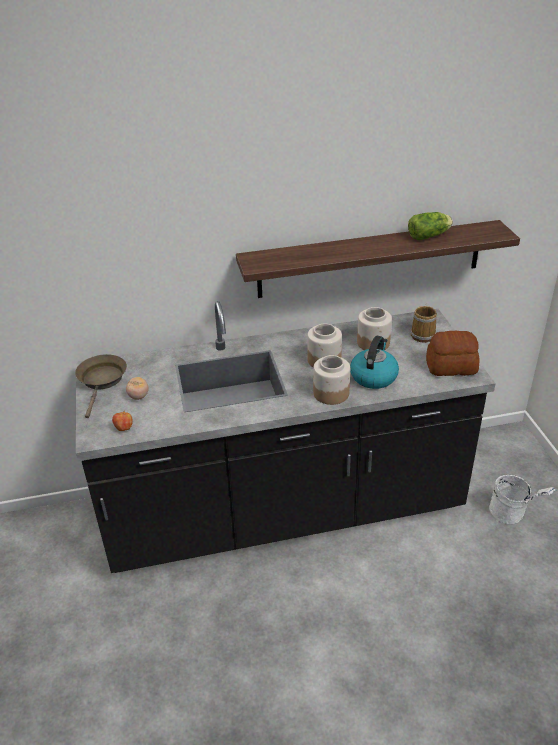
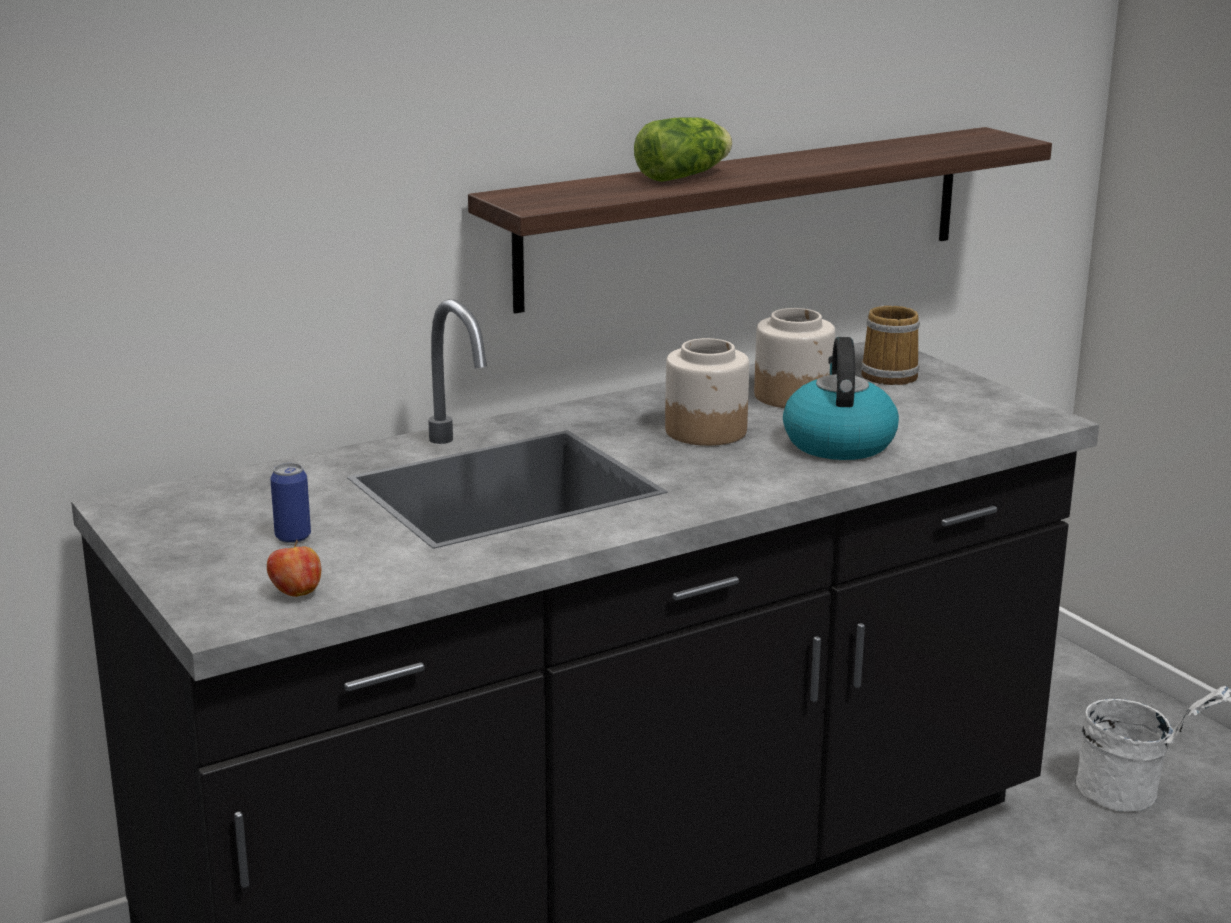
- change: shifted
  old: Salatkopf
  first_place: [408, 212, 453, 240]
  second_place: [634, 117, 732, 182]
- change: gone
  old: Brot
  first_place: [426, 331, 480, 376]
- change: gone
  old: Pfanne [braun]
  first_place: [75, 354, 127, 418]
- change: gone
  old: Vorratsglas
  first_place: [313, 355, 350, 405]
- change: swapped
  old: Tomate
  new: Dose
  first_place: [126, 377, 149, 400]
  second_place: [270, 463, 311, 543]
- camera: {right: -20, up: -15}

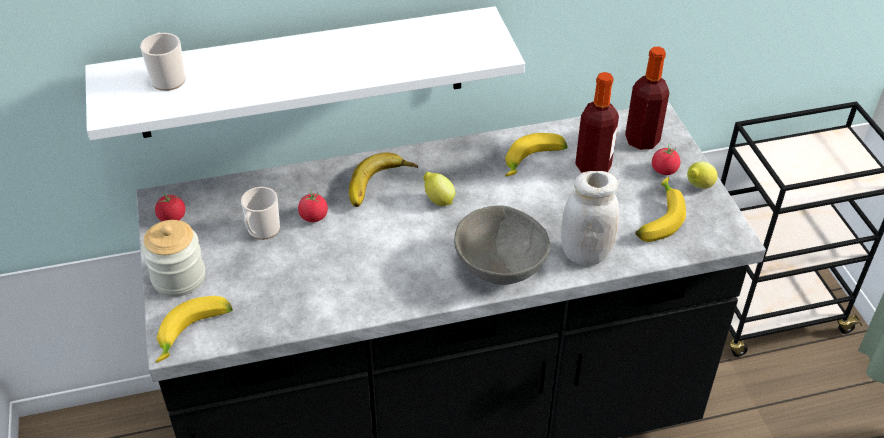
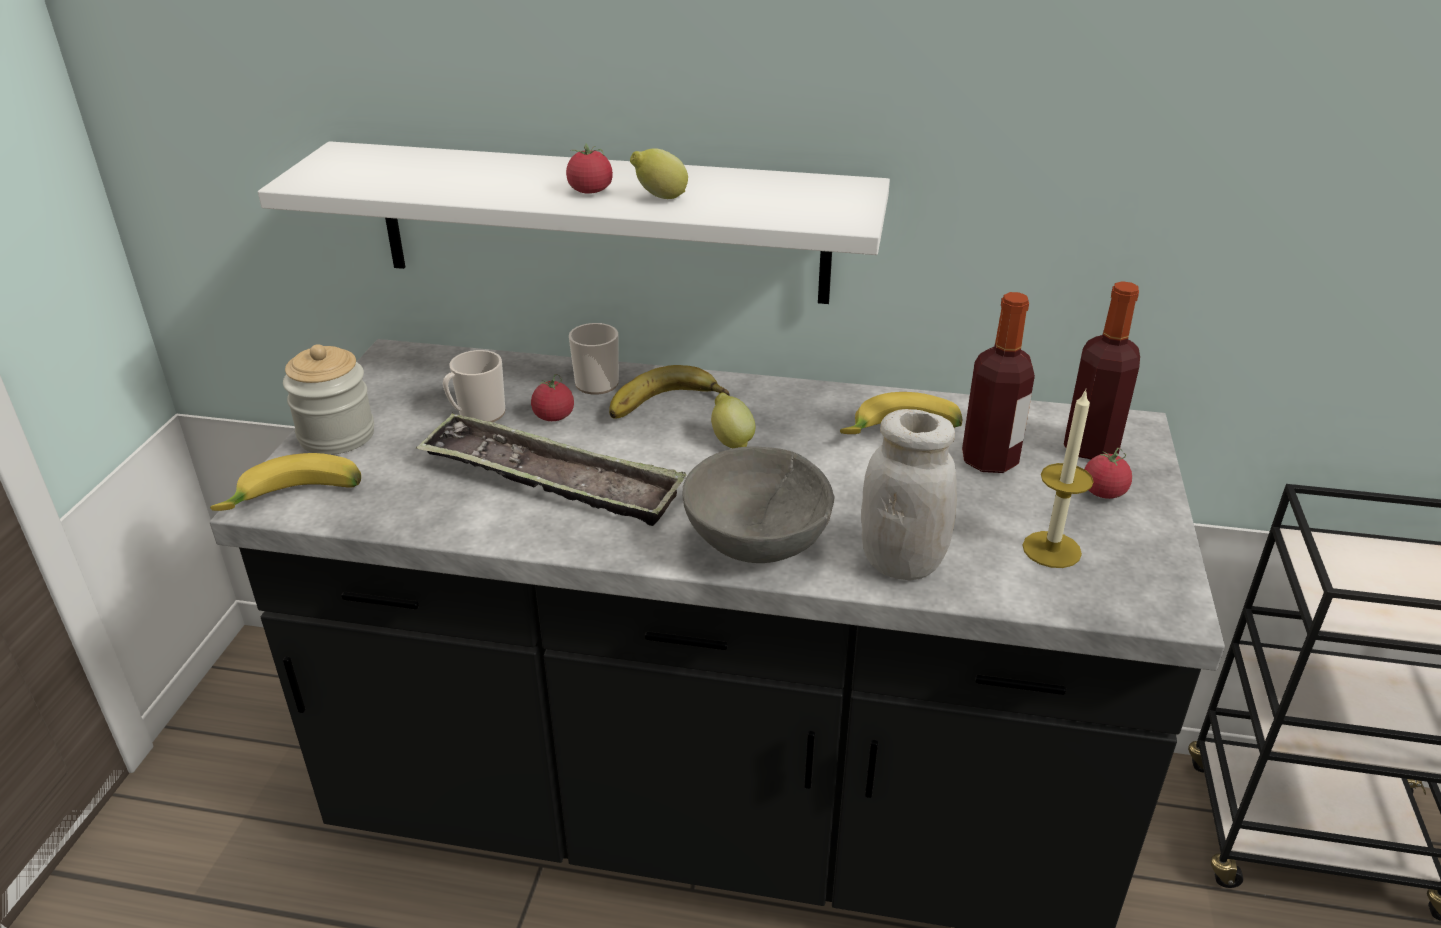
- change: shifted
  old: Henkelbecher
  first_place: [140, 32, 186, 91]
  second_place: [569, 323, 619, 395]
- change: shifted
  old: Zitrone
  first_place: [687, 162, 718, 189]
  second_place: [630, 148, 688, 199]
- change: swapped
  old: Banane
  new: Kerze
  first_place: [635, 177, 686, 242]
  second_place: [1023, 389, 1094, 568]
- change: shifted
  old: Tomate
  first_place: [155, 193, 185, 221]
  second_place: [566, 143, 613, 194]
- change: new
  new: Tablett
  second_place: [416, 413, 686, 526]
- camera: {right: 25, up: -10}

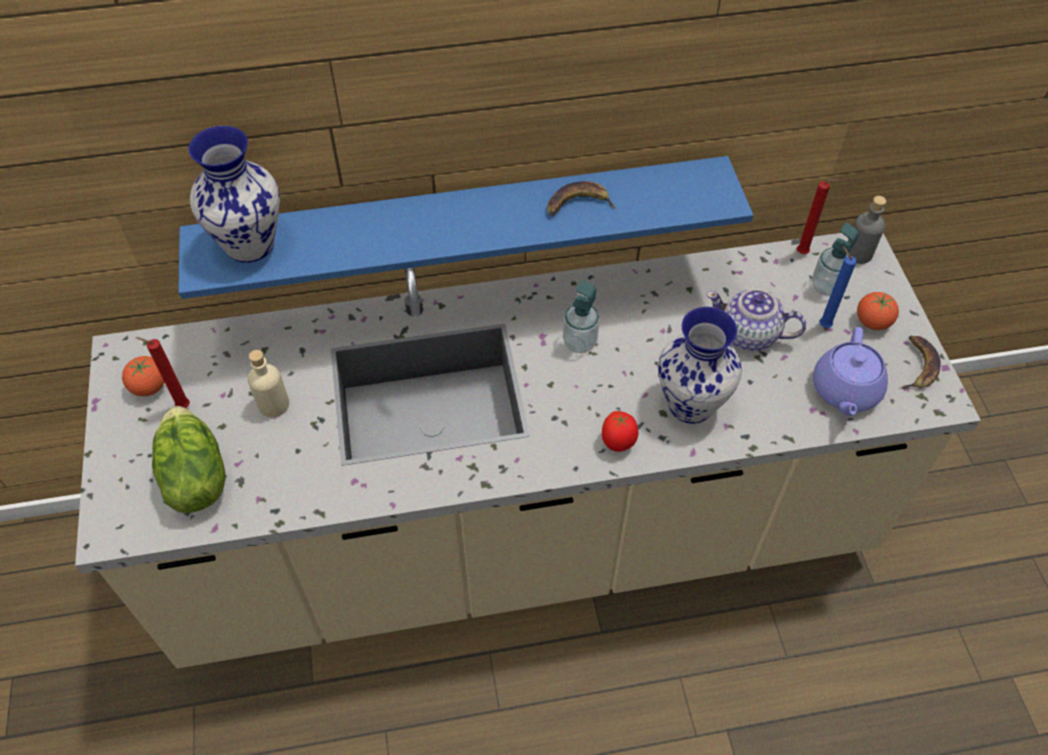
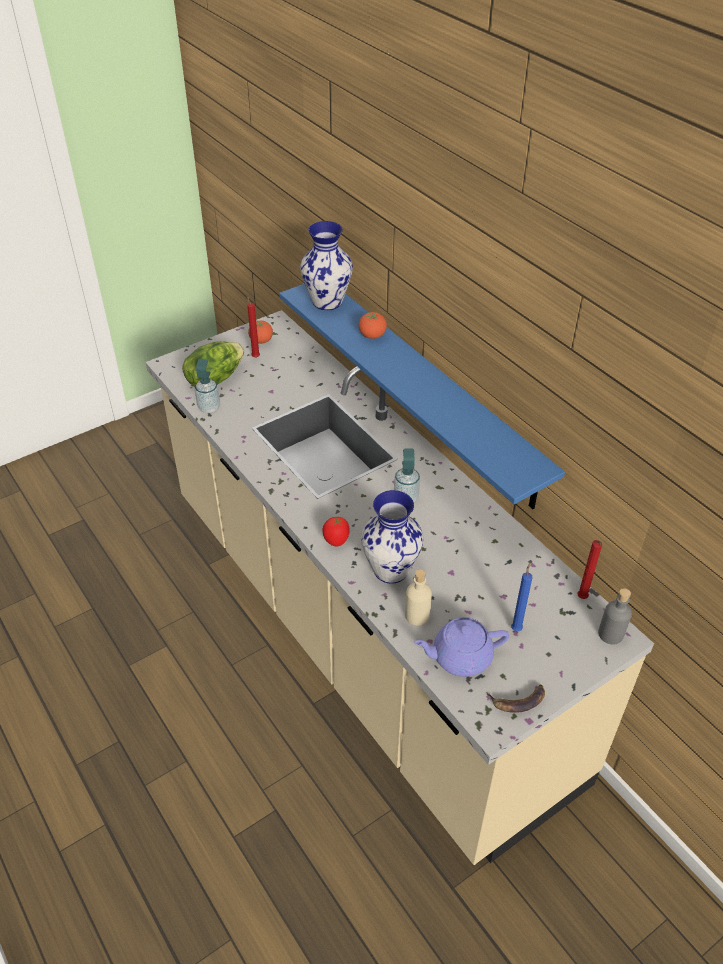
- change: gone
  old: Banane
  first_place: [547, 181, 616, 216]
- change: shifted
  old: Seifenspender
  first_place: [812, 223, 859, 296]
  second_place: [195, 359, 220, 413]
- change: gone
  old: Teekanne
  first_place: [706, 289, 806, 351]
- change: shifted
  old: Tomate
  first_place: [857, 292, 899, 330]
  second_place: [358, 312, 387, 339]
- change: shifted
  old: Flasche [beige]
  first_place: [248, 350, 289, 417]
  second_place: [405, 569, 432, 626]
- camera: {right: 65, up: -10}

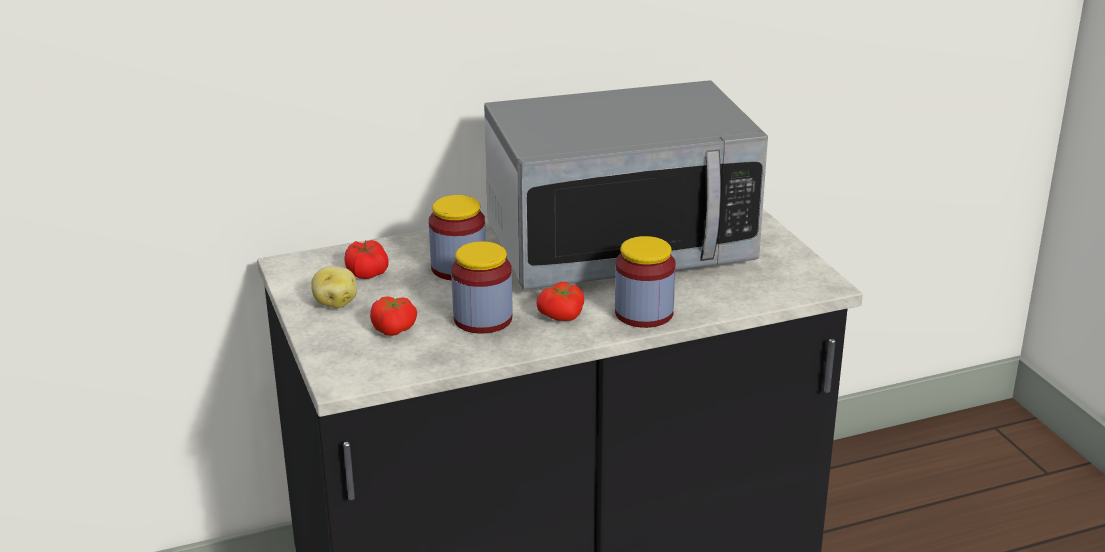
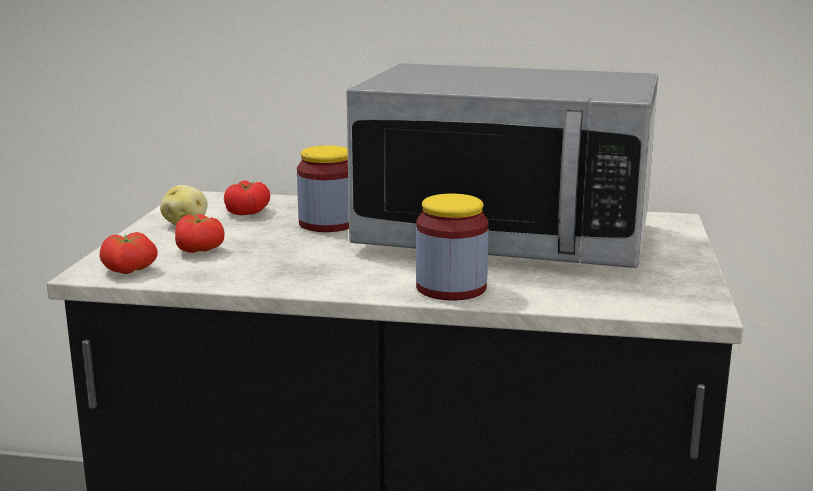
- change: gone
  old: Vorratsglas
  first_place: [451, 241, 513, 334]
- change: shifted
  old: Tomate
  first_place: [536, 282, 584, 321]
  second_place: [99, 232, 158, 274]
- camera: {right: 30, up: -10}

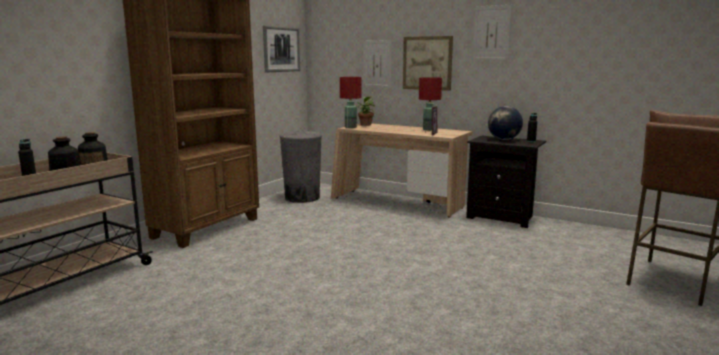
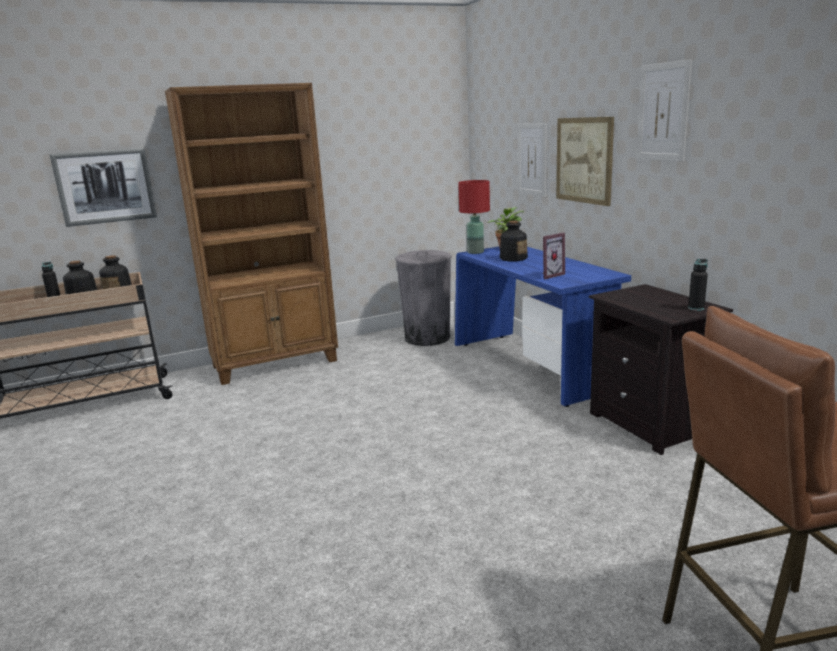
- change: shifted
  old: Bild
  first_place: [263, 25, 300, 72]
  second_place: [49, 148, 157, 227]
- change: gone
  old: Tischlampe [rot]
  first_place: [419, 77, 442, 131]
- change: gone
  old: Globus
  first_place: [488, 106, 523, 140]
- change: repainted
  old: Schreibtisch [beige]
  new: Schreibtisch [blau]
  first_place: [331, 123, 472, 218]
  second_place: [455, 247, 631, 407]
- change: new
  new: Flasche
  second_place: [500, 221, 528, 261]
- camera: {right: 35, up: 5}

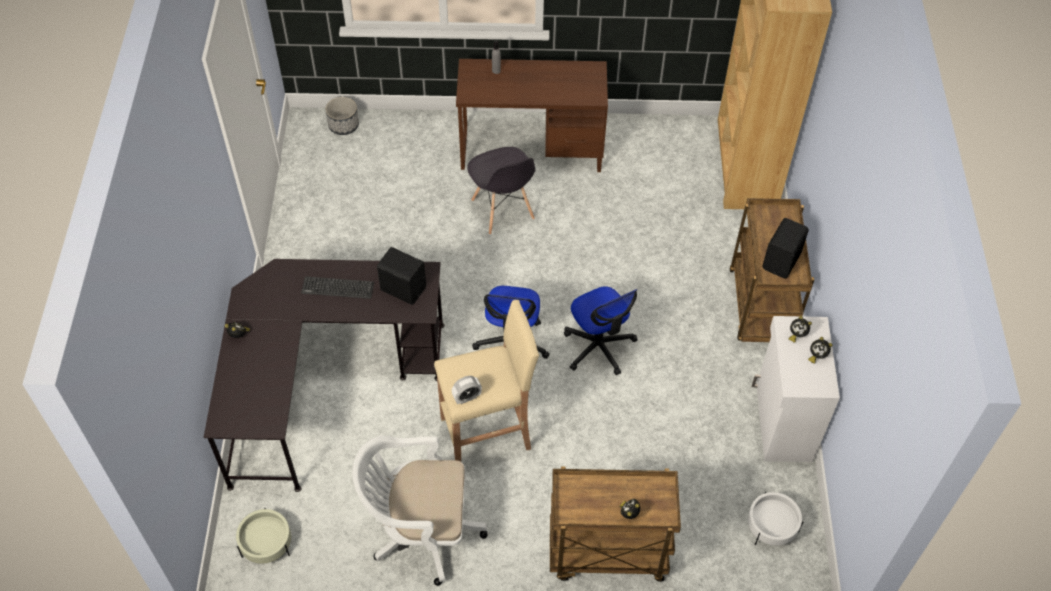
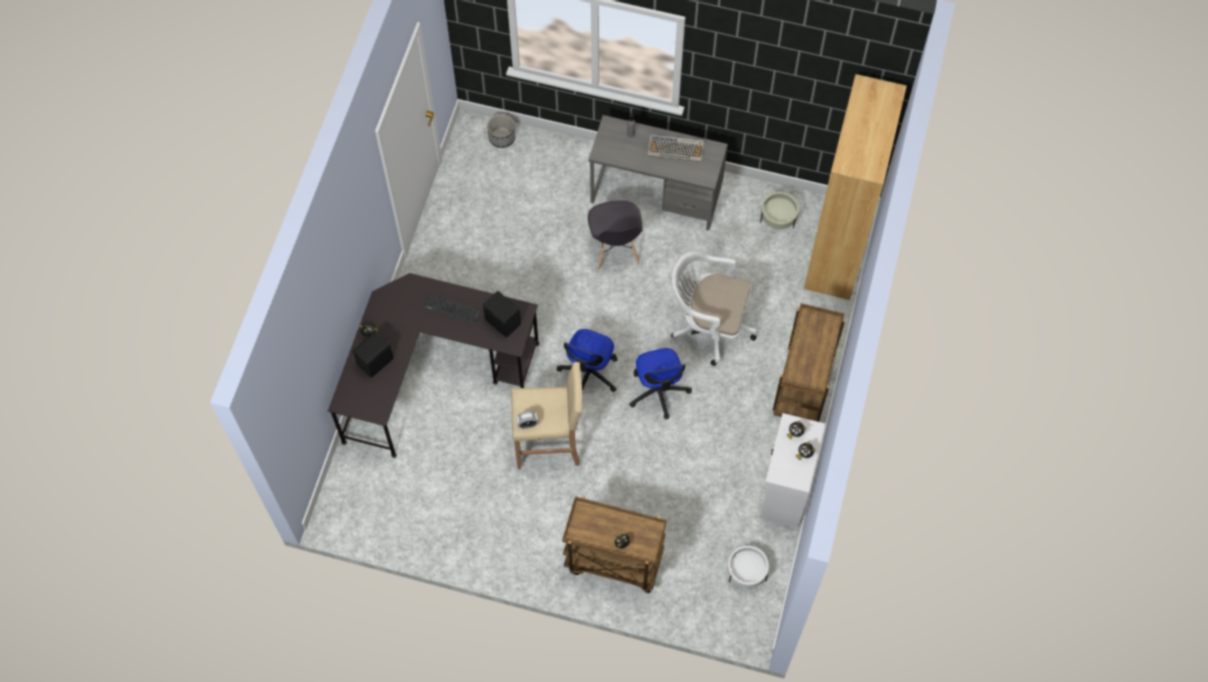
- change: repainted
  old: Schreibtisch [braun]
  new: Schreibtisch [grau]
  first_place: [456, 59, 608, 172]
  second_place: [589, 115, 728, 231]
- change: shifted
  old: Lautsprecher [schwarz]
  first_place: [762, 218, 809, 278]
  second_place: [353, 331, 394, 378]
- change: shifted
  old: Bürostuhl [weiß]
  first_place: [352, 435, 487, 586]
  second_place: [671, 251, 757, 366]
- change: shifted
  old: Pflanzkübel [beige]
  first_place: [236, 508, 291, 564]
  second_place: [760, 191, 799, 229]
- change: new
  new: Tastatur
  second_place: [648, 134, 704, 162]
- camera: {right: 15, up: 10}

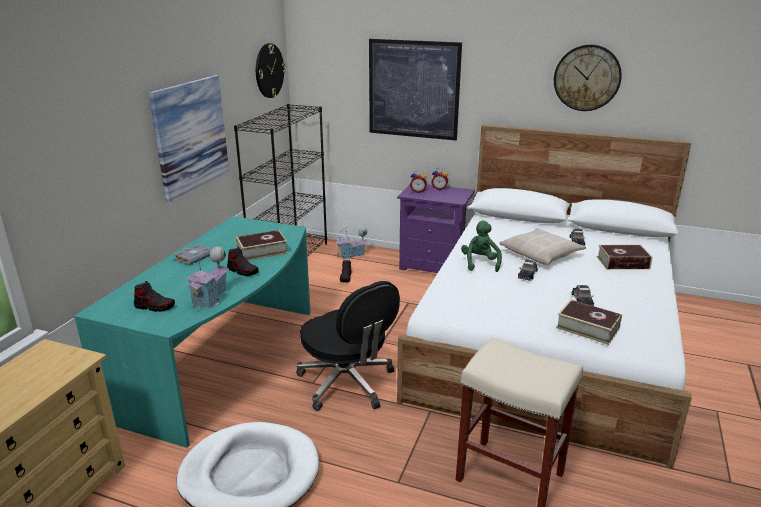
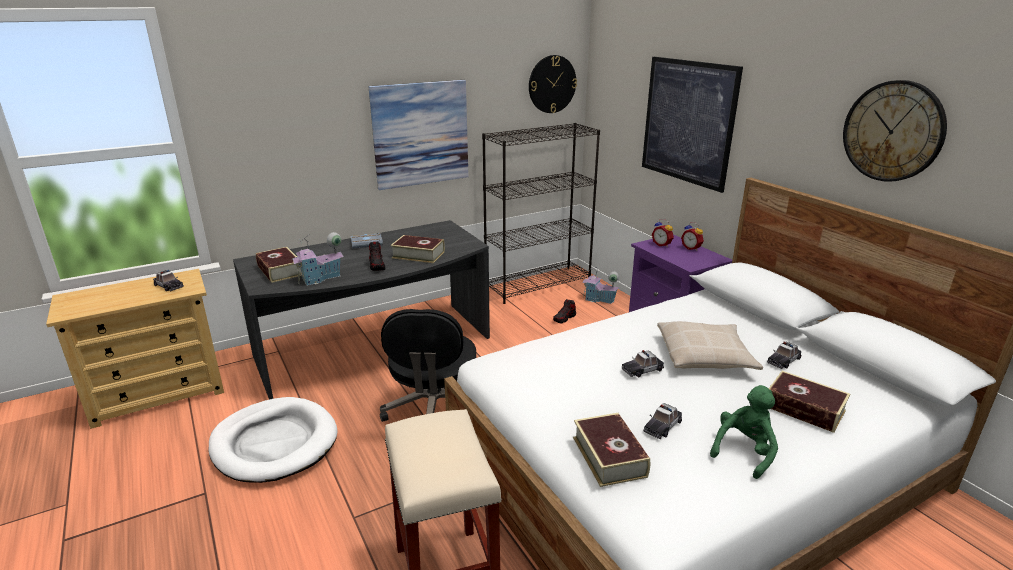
- change: repainted
  old: Schreibtisch [türkis]
  new: Schreibtisch [grau]
  first_place: [74, 216, 311, 448]
  second_place: [233, 220, 490, 400]
- change: shifted
  old: Plüschtier [grün]
  first_place: [461, 221, 502, 272]
  second_place: [710, 385, 778, 479]
- change: swapped
  old: Schuh
  new: Buch
  first_place: [134, 281, 175, 312]
  second_place: [256, 247, 302, 283]
- change: new
  new: Spielzeugauto
  second_place: [153, 270, 184, 291]
- camera: {right: 40, up: 0}

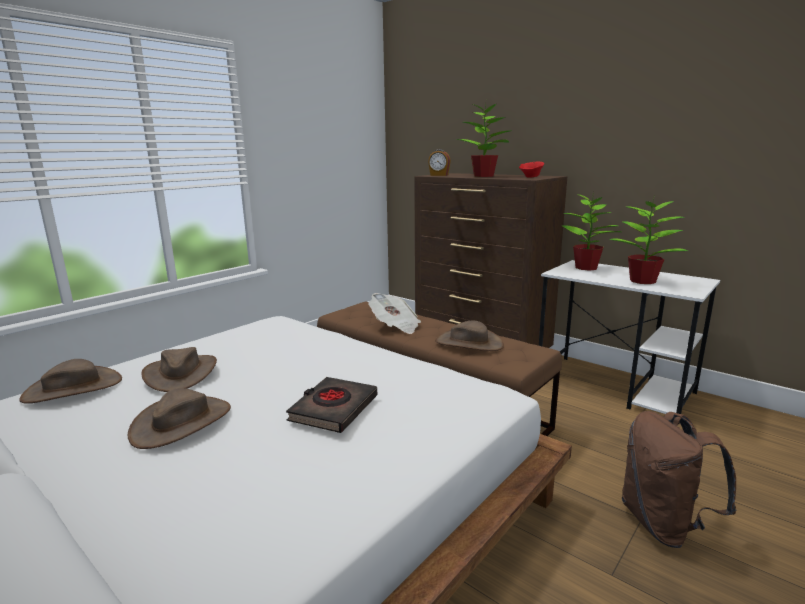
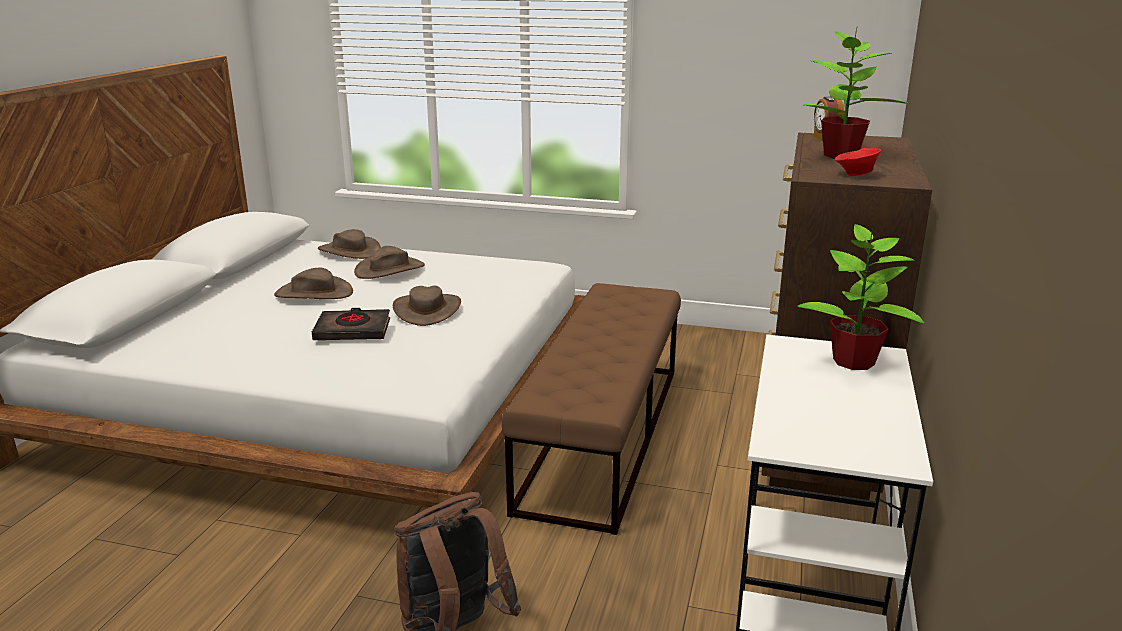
- change: gone
  old: Topfpflanze
  first_place: [609, 198, 688, 284]
- change: gone
  old: Zeitung
  first_place: [368, 293, 421, 334]
- change: shifted
  old: Hut [braun]
  first_place: [435, 321, 504, 351]
  second_place: [393, 286, 461, 326]
- camera: {right: 65, up: 5}

